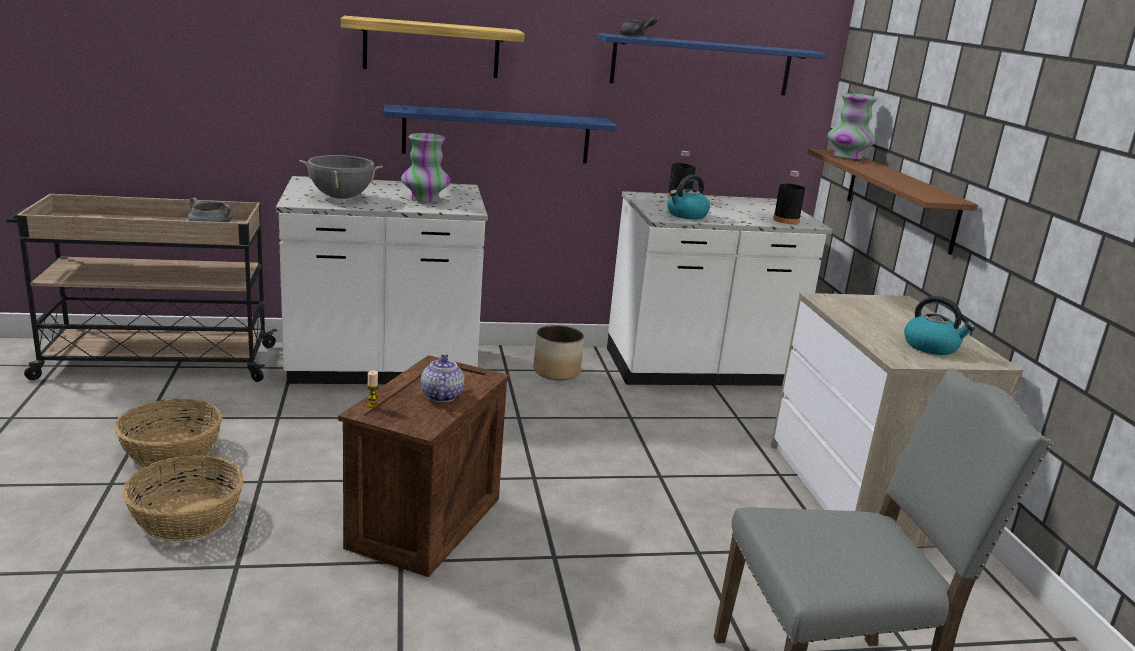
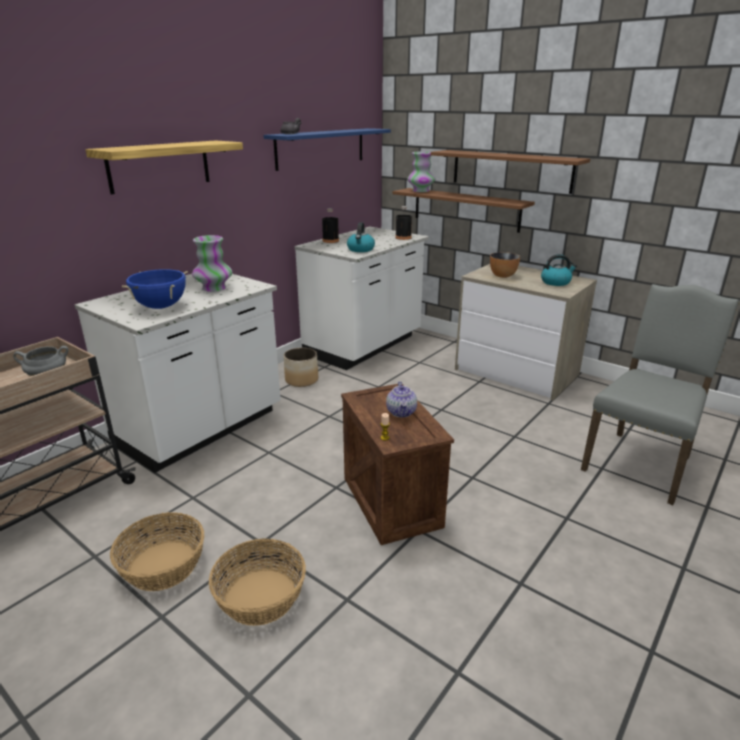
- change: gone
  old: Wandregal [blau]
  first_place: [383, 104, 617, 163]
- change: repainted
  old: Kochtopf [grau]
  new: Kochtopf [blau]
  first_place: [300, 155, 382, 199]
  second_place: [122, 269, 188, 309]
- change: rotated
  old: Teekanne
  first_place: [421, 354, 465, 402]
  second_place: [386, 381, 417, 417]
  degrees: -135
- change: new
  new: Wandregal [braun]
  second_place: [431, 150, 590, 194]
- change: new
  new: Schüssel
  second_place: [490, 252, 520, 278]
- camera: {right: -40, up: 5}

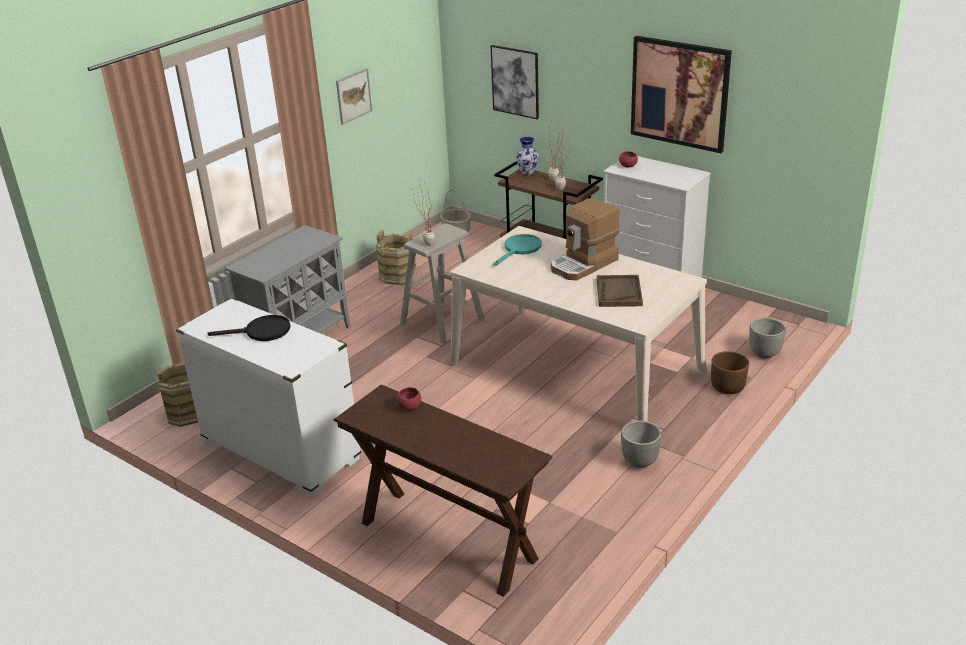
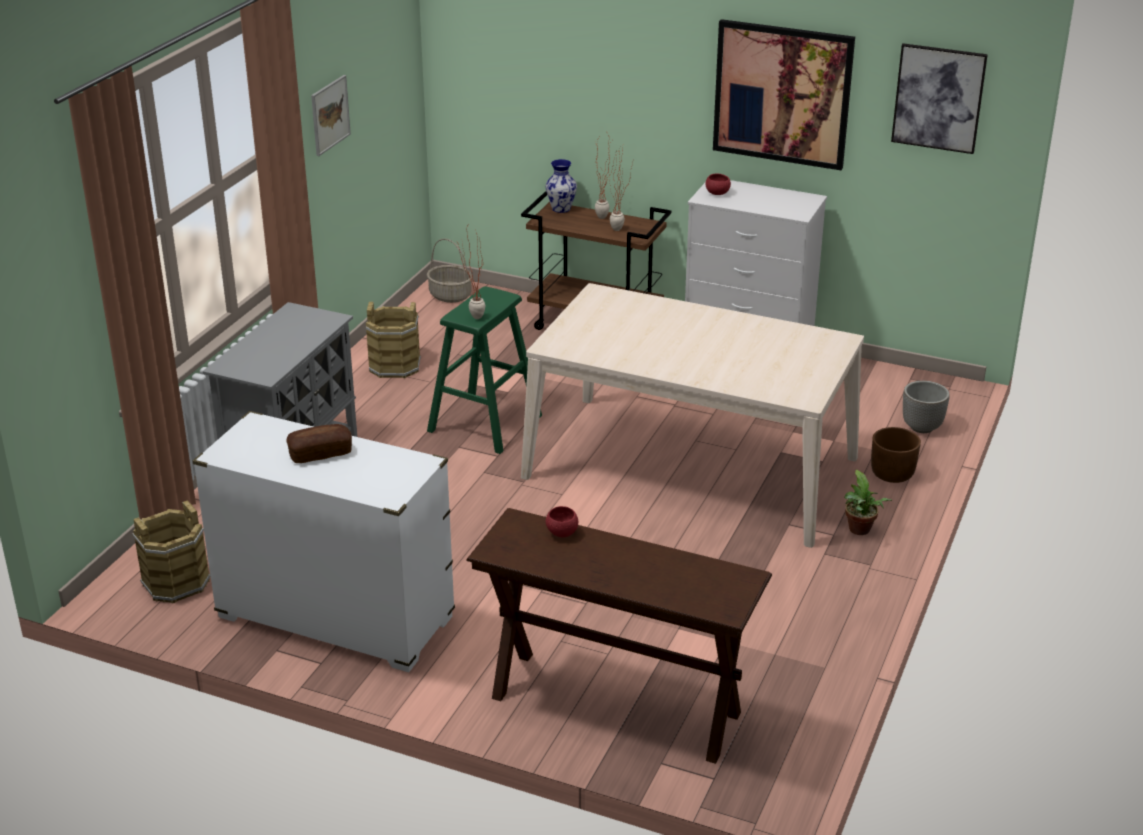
- change: shifted
  old: Bild
  first_place: [491, 45, 539, 119]
  second_place: [891, 43, 988, 154]
- change: gone
  old: Kaffeemaschine
  first_place: [551, 198, 620, 280]
- change: repainted
  old: Hocker [beige]
  new: Hocker [grün]
  first_place: [400, 223, 484, 345]
  second_place: [427, 287, 542, 454]
- change: gone
  old: Pfanne [türkis]
  first_place: [493, 234, 542, 266]
- change: gone
  old: Tablett [braun]
  first_place: [597, 275, 643, 307]
- change: swapped
  old: Pfanne [schwarz]
  new: Brot
  first_place: [208, 315, 290, 341]
  second_place: [287, 424, 352, 463]
- change: gone
  old: Pflanzkübel
  first_place: [621, 420, 662, 468]
- change: new
  new: Topfpflanze
  second_place: [844, 470, 892, 535]
- camera: {right: -15, up: 0}

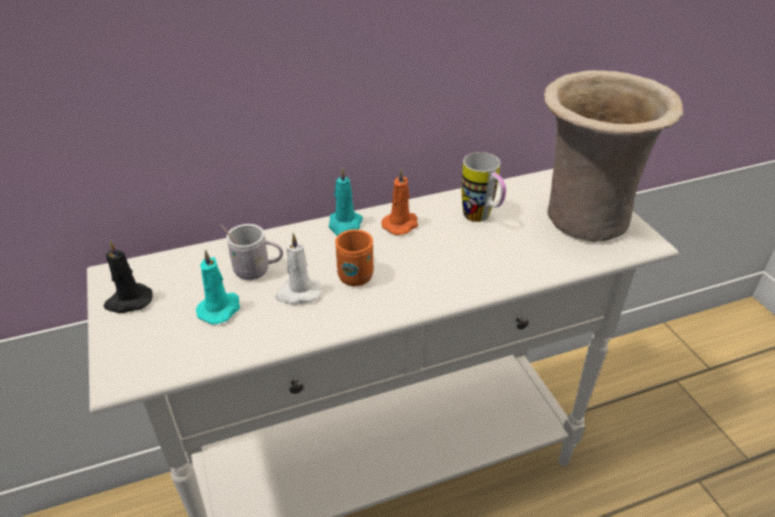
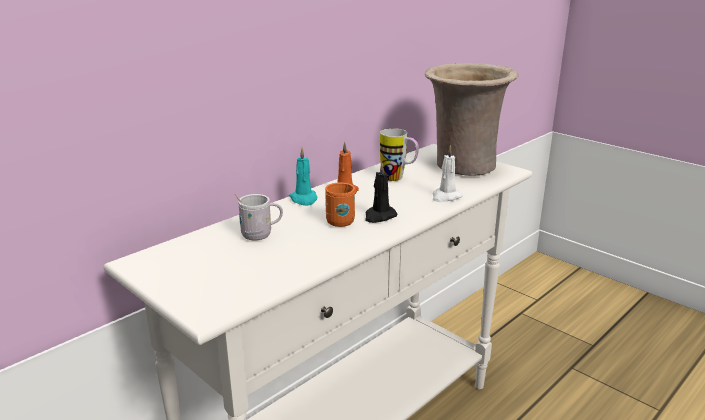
- change: shifted
  old: Kerze [weiß]
  first_place: [275, 233, 321, 305]
  second_place: [432, 145, 463, 202]
- change: shifted
  old: Kerze [schwarz]
  first_place: [104, 241, 153, 313]
  second_place: [365, 162, 397, 223]
- change: gone
  old: Kerze [türkis]
  first_place: [196, 249, 240, 325]
- camera: {right: -25, up: -15}

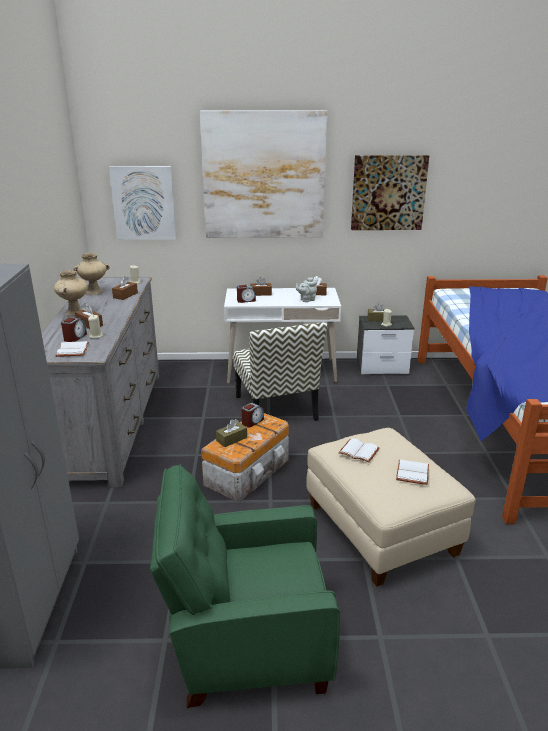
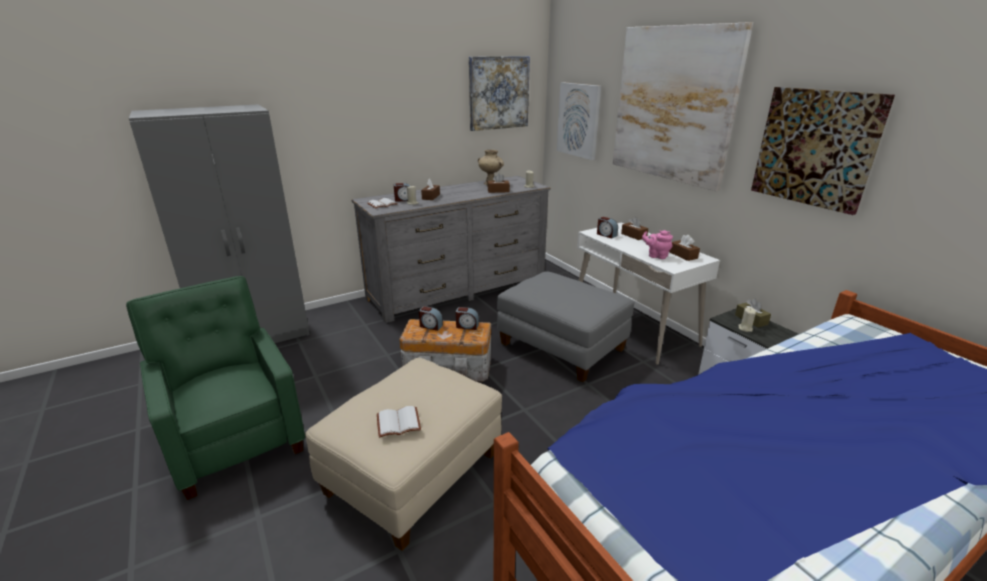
- change: gone
  old: Vase [beige]
  first_place: [54, 270, 88, 316]
- change: repainted
  old: Teekanne [grau]
  new: Teekanne [rosa]
  first_place: [296, 277, 317, 302]
  second_place: [642, 230, 673, 259]
- change: swapped
  old: Stuhl
  new: Polsterhocker [grau]
  first_place: [233, 322, 328, 421]
  second_place: [497, 271, 634, 382]
- change: swapped
  old: Taschentuchbox [braun]
  new: Wecker
  first_place: [216, 419, 247, 447]
  second_place: [419, 306, 443, 331]
- change: gone
  old: Buch [weiß]
  first_place: [338, 438, 380, 463]
- change: new
  new: Bild
  second_place: [469, 56, 530, 131]
- camera: {right: 60, up: 0}

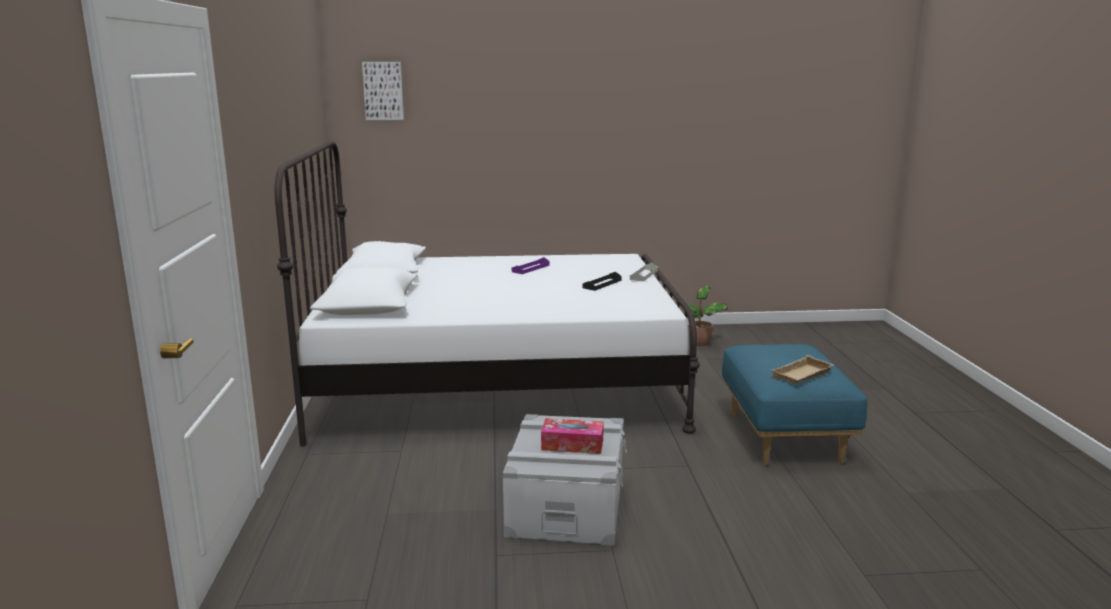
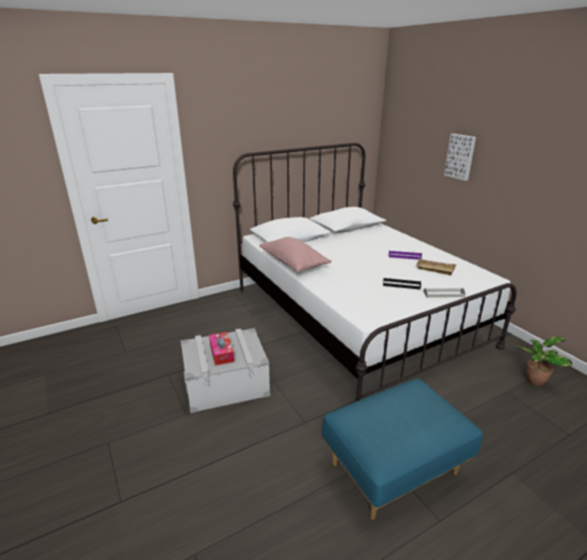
- change: shifted
  old: Bild
  first_place: [362, 62, 404, 120]
  second_place: [444, 134, 476, 181]
- change: shifted
  old: Tablett [beige]
  first_place: [771, 355, 834, 384]
  second_place: [415, 258, 456, 275]
- change: new
  new: Kissen [rosa]
  second_place: [259, 237, 331, 272]
- camera: {right: 65, up: 10}

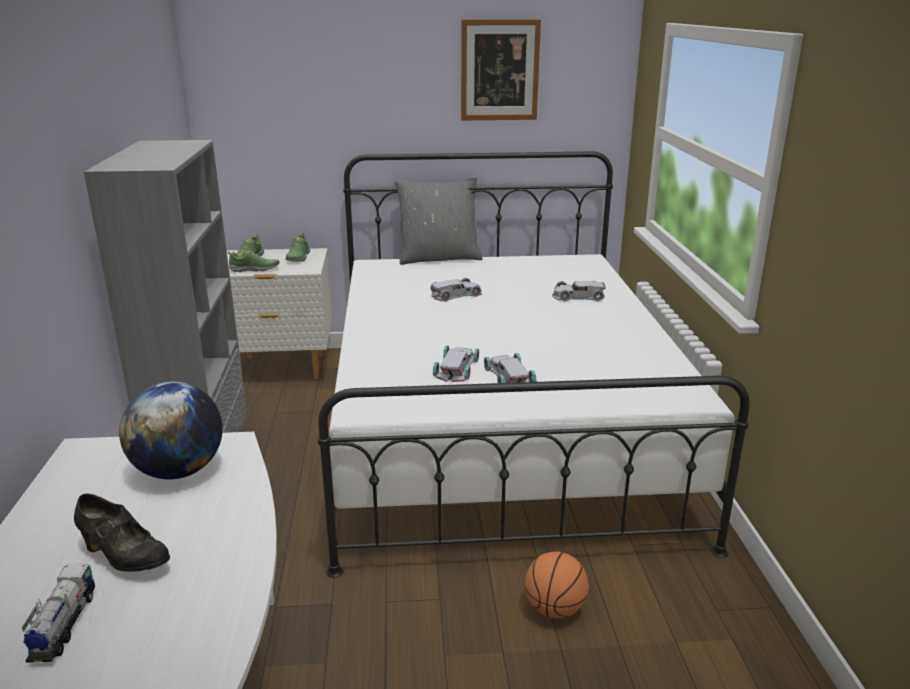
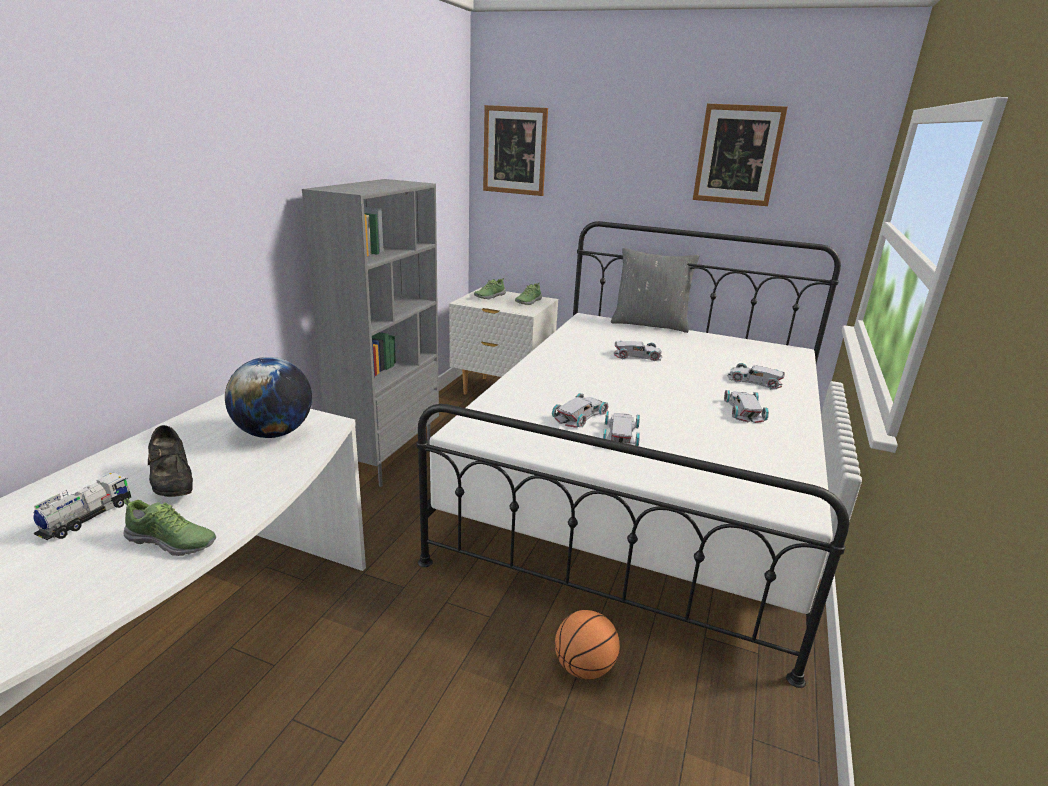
- change: shifted
  old: Schuh
  first_place: [227, 250, 279, 273]
  second_place: [123, 498, 216, 556]
- change: new
  new: Bild
  second_place: [483, 105, 548, 196]
- change: new
  new: Spielzeugauto [weiß]
  second_place: [724, 390, 769, 423]
- camera: {right: 25, up: 0}

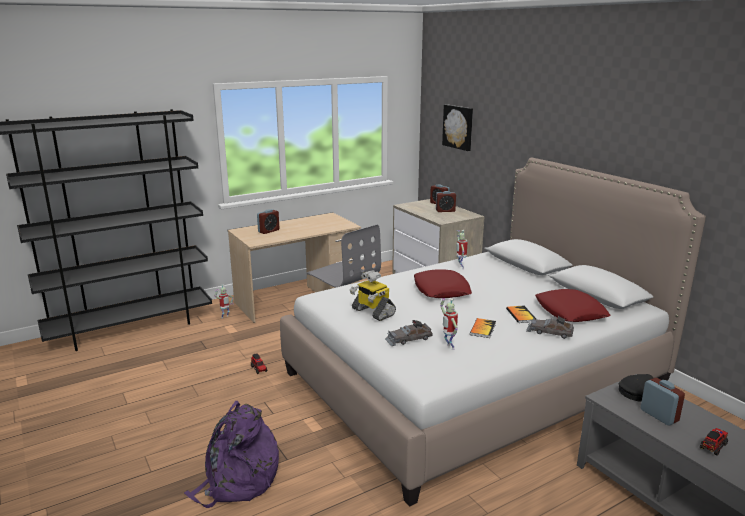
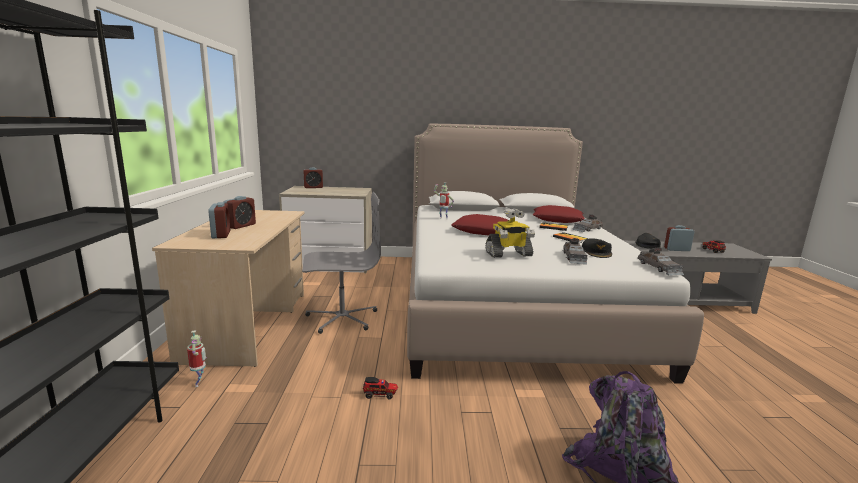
- change: gone
  old: Bild
  first_place: [442, 104, 473, 151]
- change: shifted
  old: Wecker
  first_place: [436, 191, 456, 212]
  second_place: [224, 196, 256, 229]
- change: swapped
  old: Spielzeugroboter
  new: Kappe [schwarz]
  first_place: [440, 298, 458, 350]
  second_place: [582, 239, 612, 258]
- change: new
  new: Spielzeugauto [grau]
  second_place: [638, 247, 684, 276]
- camera: {right: -60, up: -5}

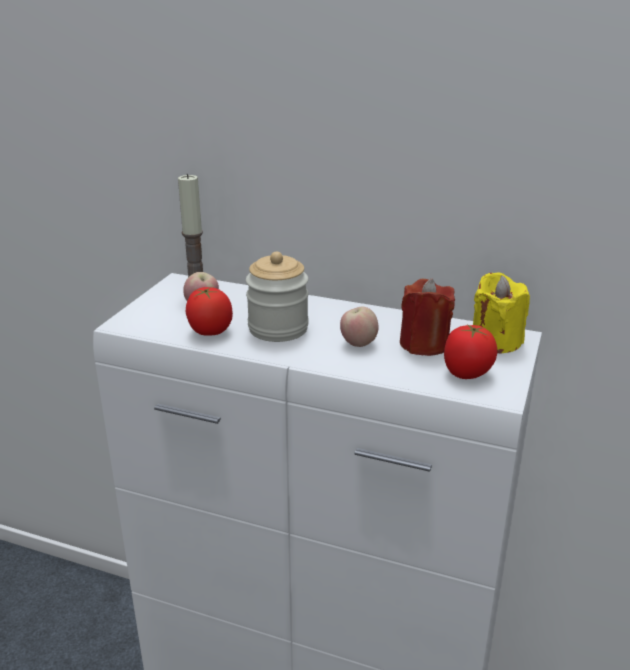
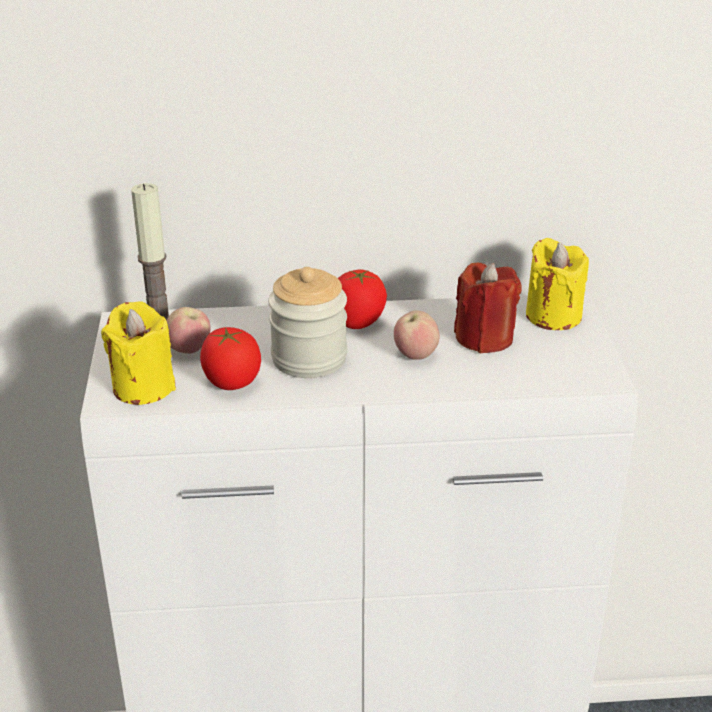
- change: shifted
  old: Tomate
  first_place: [444, 324, 497, 379]
  second_place: [338, 269, 387, 329]
- change: new
  new: Kerze [gelb]
  second_place: [101, 301, 176, 405]
- camera: {right: -25, up: 5}

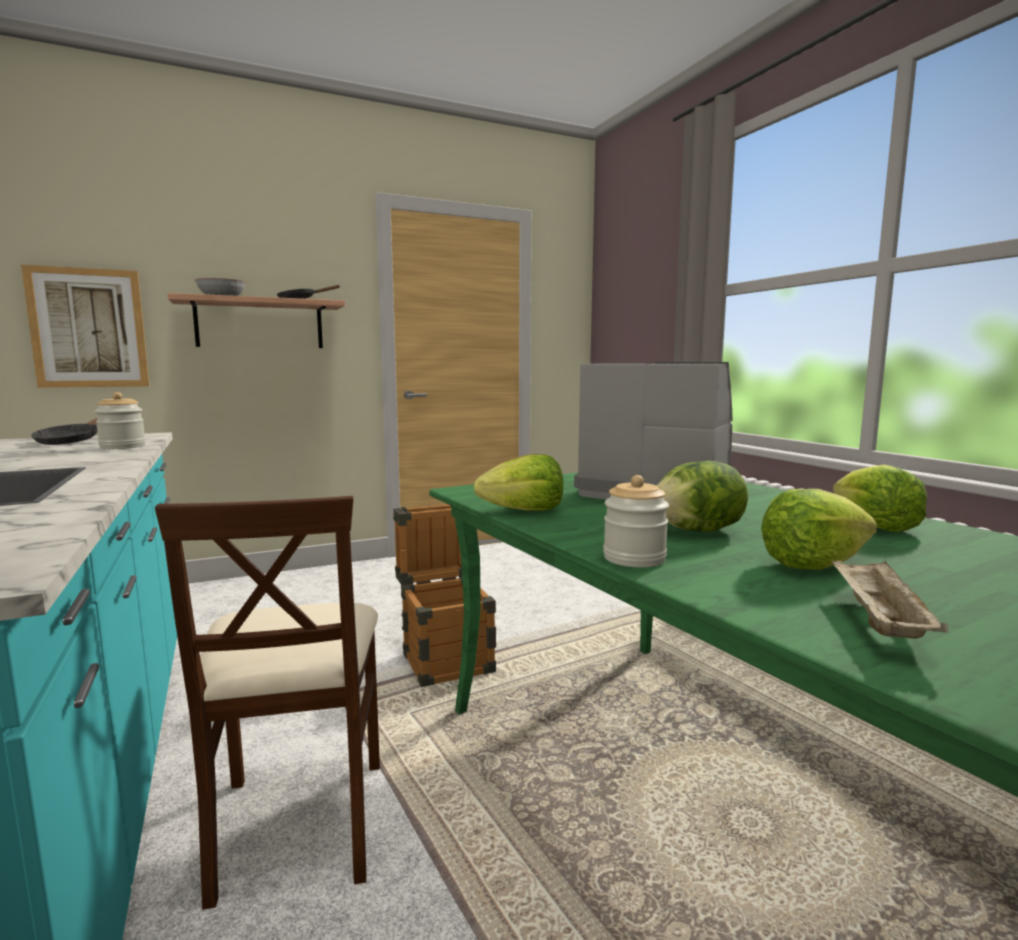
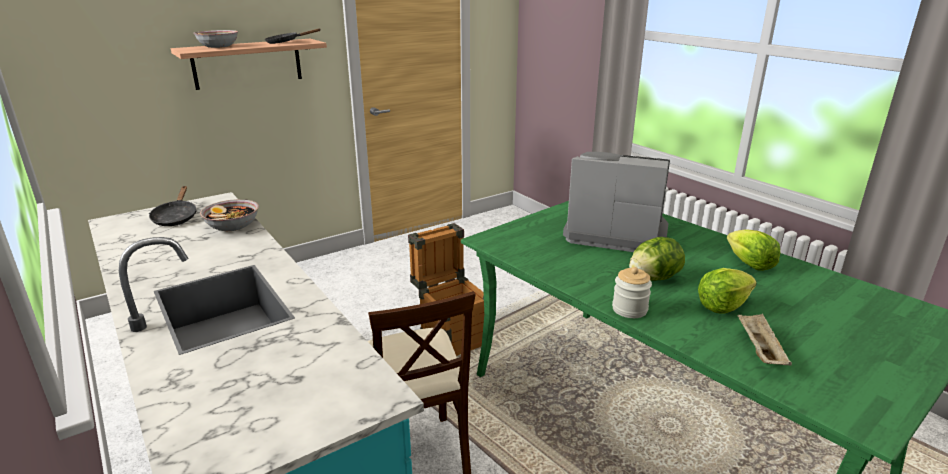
- change: gone
  old: Bild
  first_place: [21, 265, 150, 388]
- change: swapped
  old: Vorratsglas
  new: Schüssel
  first_place: [94, 392, 146, 449]
  second_place: [200, 199, 259, 231]
- change: gone
  old: Salatkopf
  first_place: [473, 454, 563, 511]
- camera: {right: -10, up: 15}

